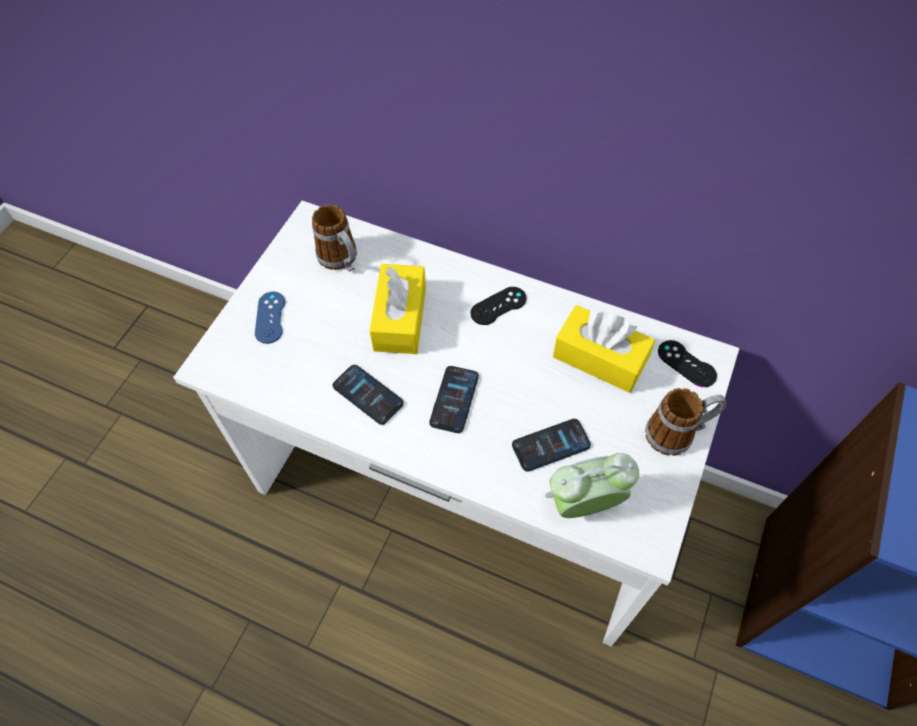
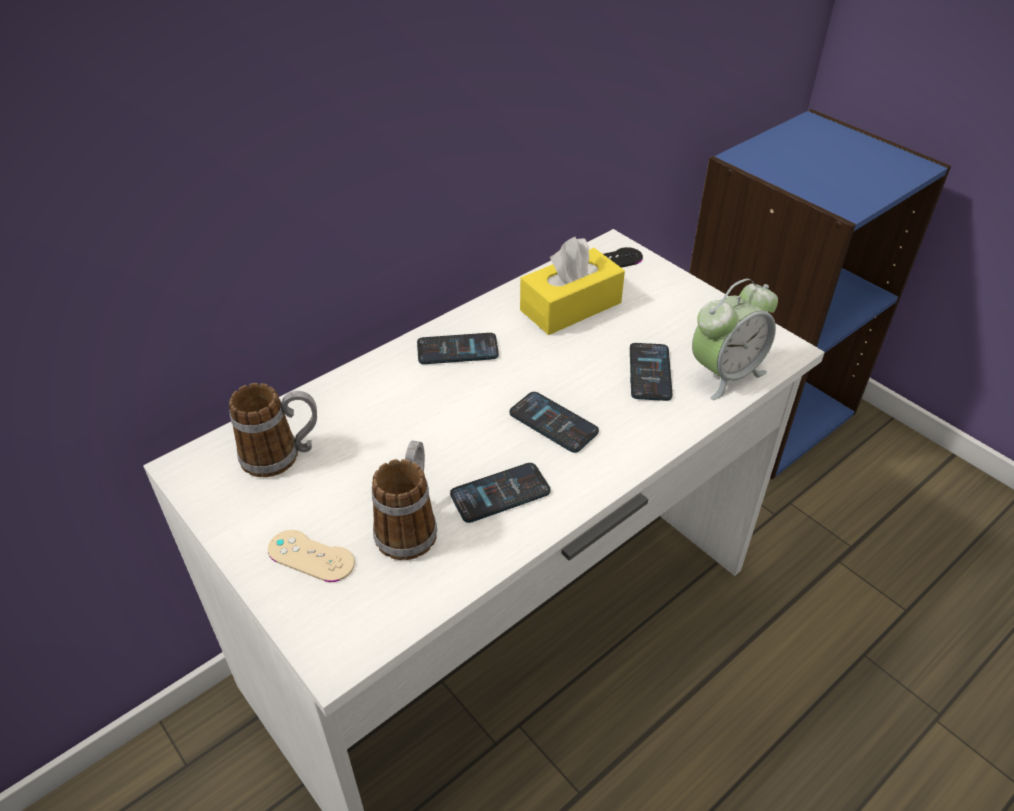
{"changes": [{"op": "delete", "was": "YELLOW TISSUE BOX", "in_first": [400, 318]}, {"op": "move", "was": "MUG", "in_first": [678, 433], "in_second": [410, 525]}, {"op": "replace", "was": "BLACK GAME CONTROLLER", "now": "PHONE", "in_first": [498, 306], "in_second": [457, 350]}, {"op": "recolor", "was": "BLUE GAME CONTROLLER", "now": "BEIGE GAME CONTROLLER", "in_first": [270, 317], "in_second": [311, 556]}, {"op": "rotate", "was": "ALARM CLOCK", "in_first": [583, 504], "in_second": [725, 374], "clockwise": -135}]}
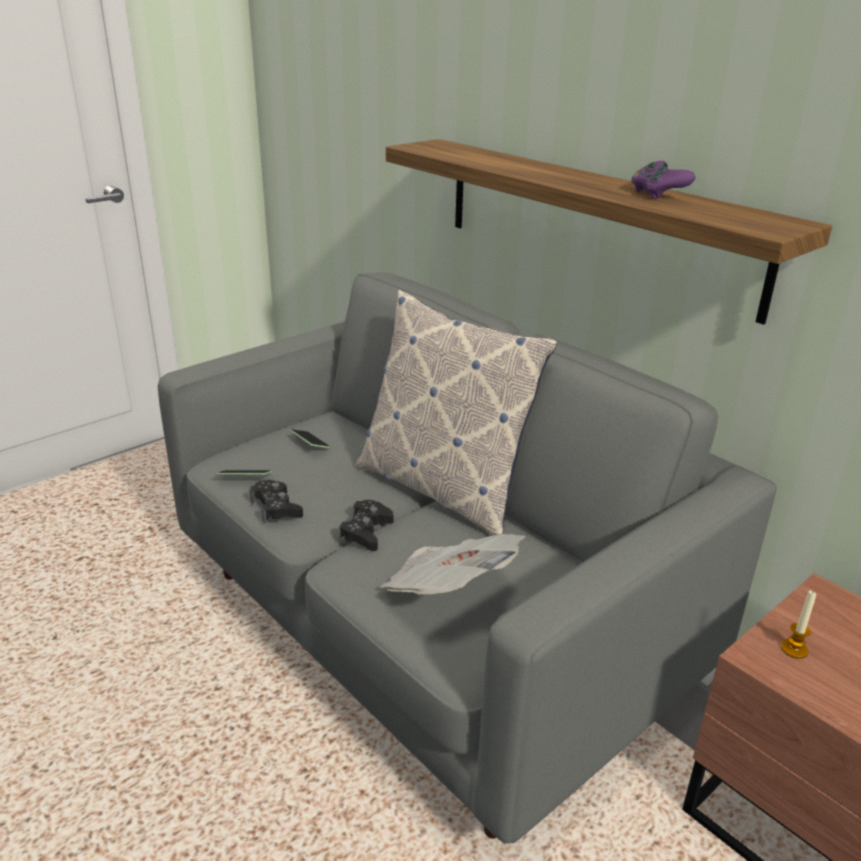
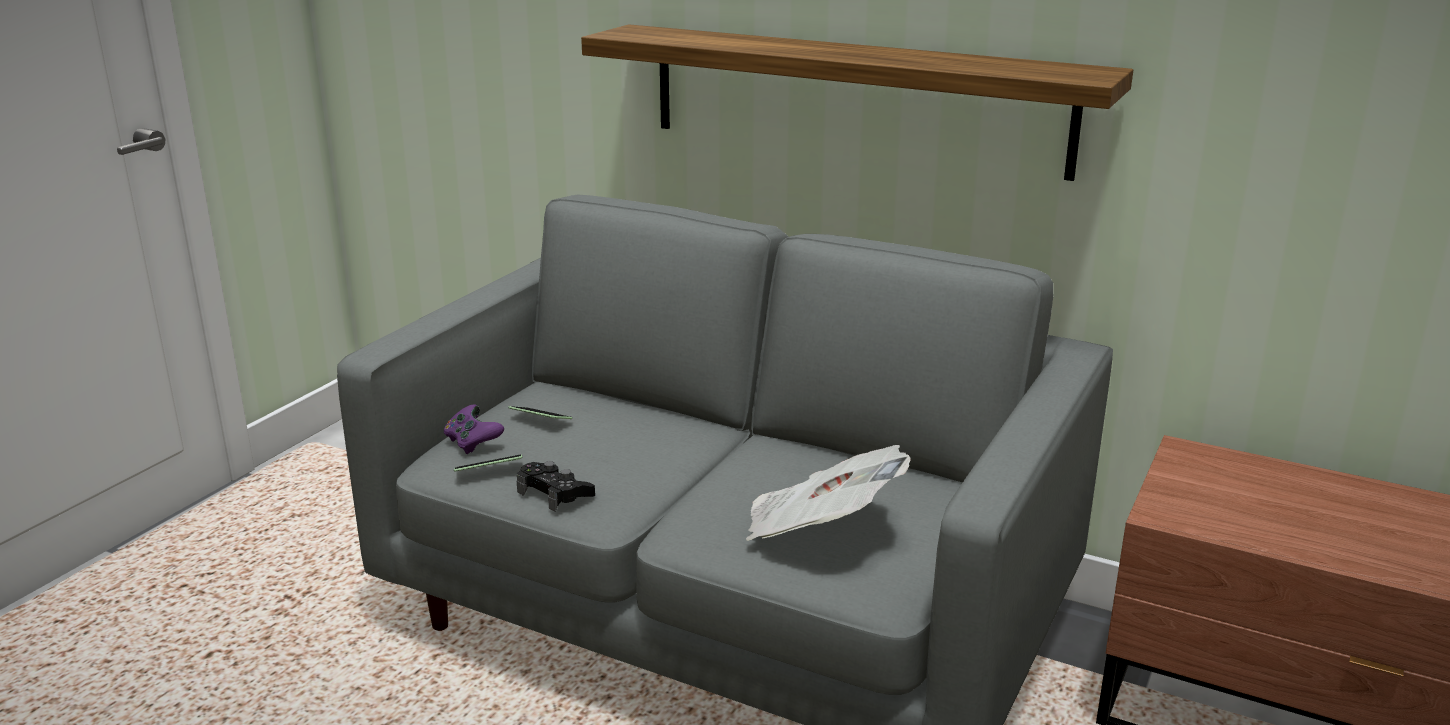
{"changes": [{"op": "delete", "was": "BLACK GAME CONTROLLER", "in_first": [366, 531]}, {"op": "delete", "was": "PILLOW", "in_first": [444, 489]}, {"op": "delete", "was": "CANDLE", "in_first": [794, 649]}, {"op": "move", "was": "PURPLE GAME CONTROLLER", "in_first": [657, 194], "in_second": [472, 443]}]}
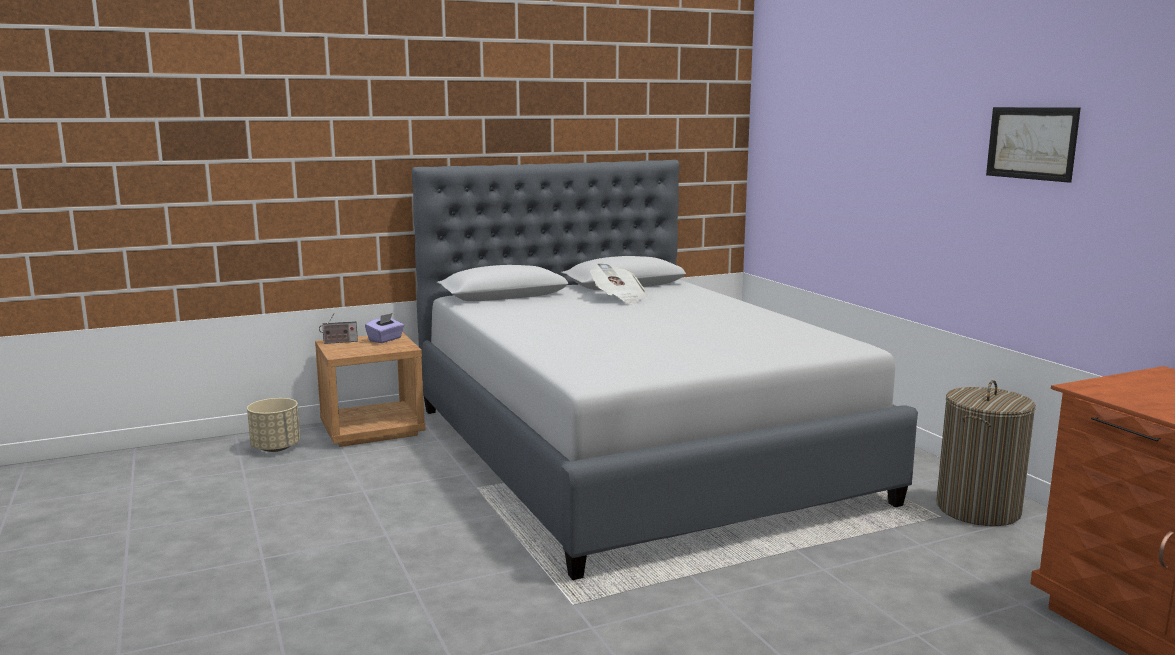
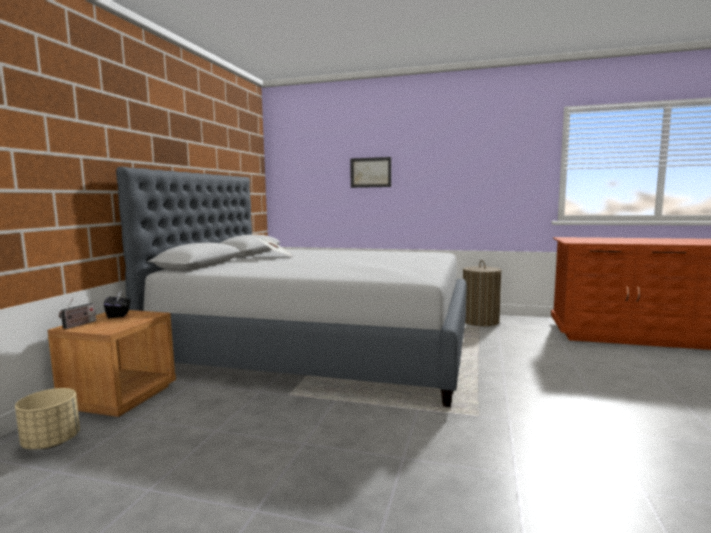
{"changes": [{"op": "move", "was": "PICTURE", "in_first": [1031, 143], "in_second": [370, 172]}, {"op": "recolor", "was": "PURPLE TISSUE BOX", "now": "BLACK TISSUE BOX", "in_first": [385, 339], "in_second": [119, 315]}]}
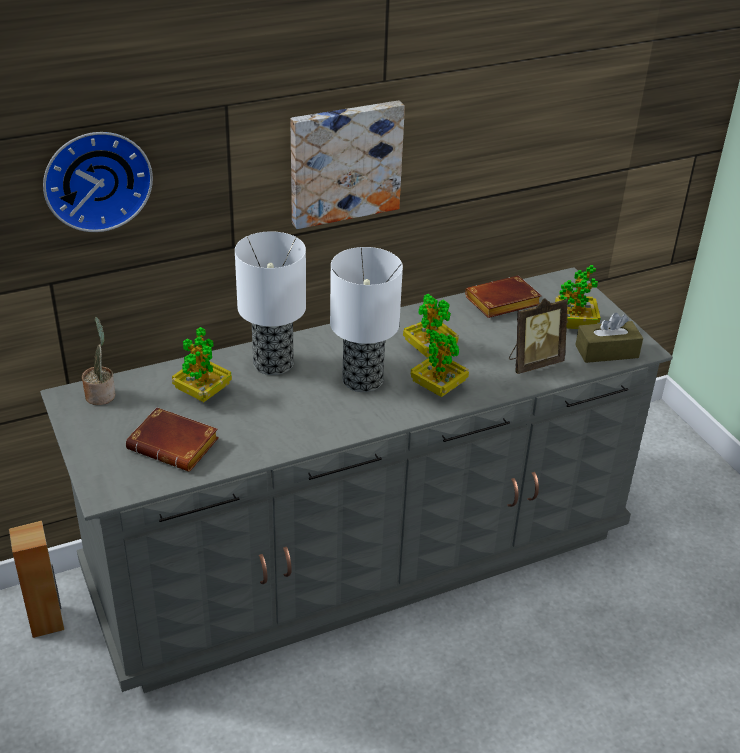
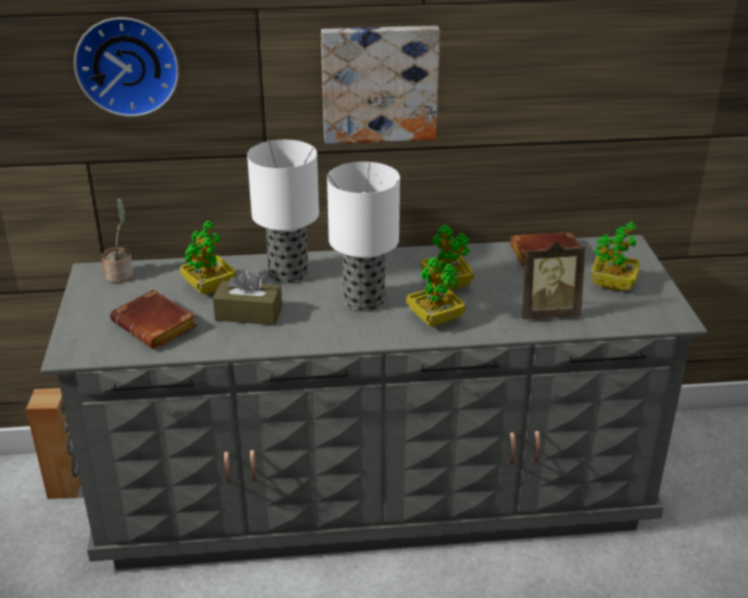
{"changes": [{"op": "move", "was": "BROWN TISSUE BOX", "in_first": [606, 351], "in_second": [248, 314]}]}
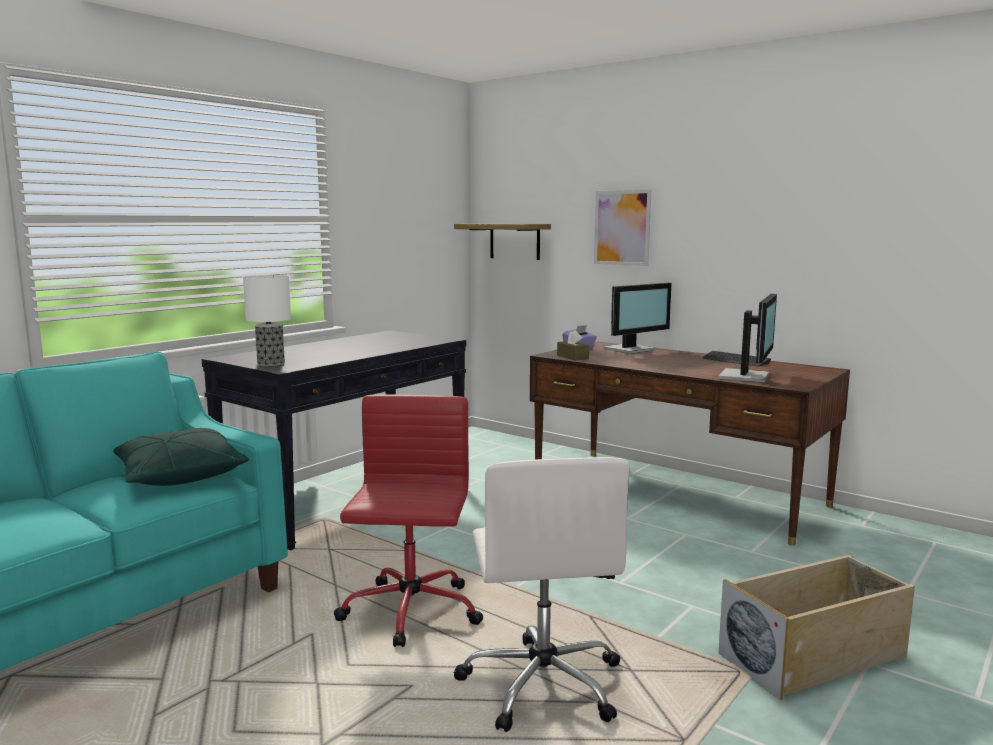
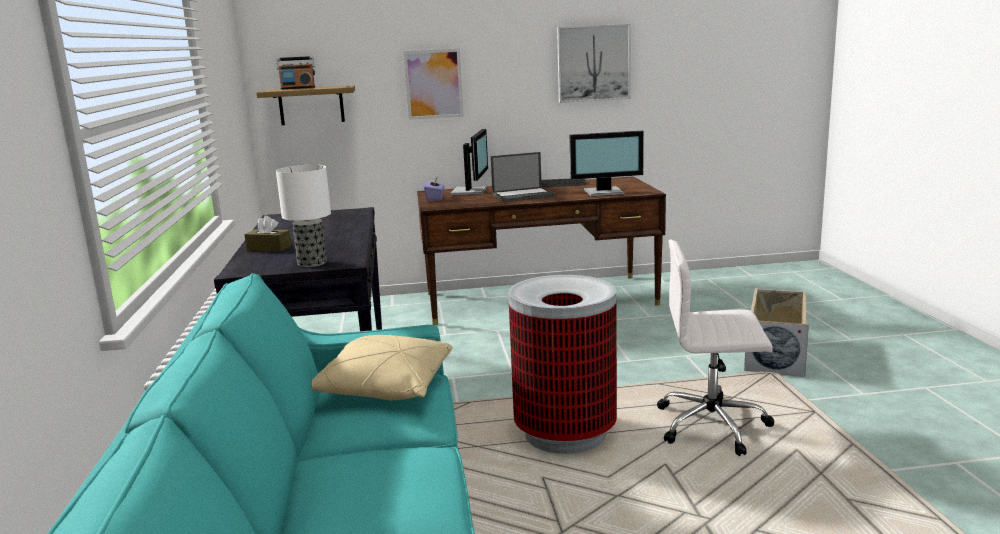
{"changes": [{"op": "insert", "now": "RADIO", "in_second": [298, 88]}, {"op": "insert", "now": "LAPTOP", "in_second": [524, 195]}, {"op": "insert", "now": "PICTURE", "in_second": [593, 63]}, {"op": "move", "was": "BROWN TISSUE BOX", "in_first": [572, 357], "in_second": [269, 248]}, {"op": "replace", "was": "RED OFFICE CHAIR", "now": "TRASH CAN", "in_first": [410, 612], "in_second": [565, 434]}, {"op": "recolor", "was": "GREEN PILLOW", "now": "BEIGE PILLOW", "in_first": [179, 475], "in_second": [384, 388]}, {"op": "rotate", "was": "WHITE OFFICE CHAIR", "in_first": [542, 683], "in_second": [713, 425], "clockwise": 150}, {"op": "rotate", "was": "MONITOR", "in_first": [747, 376], "in_second": [604, 192], "clockwise": 105}]}
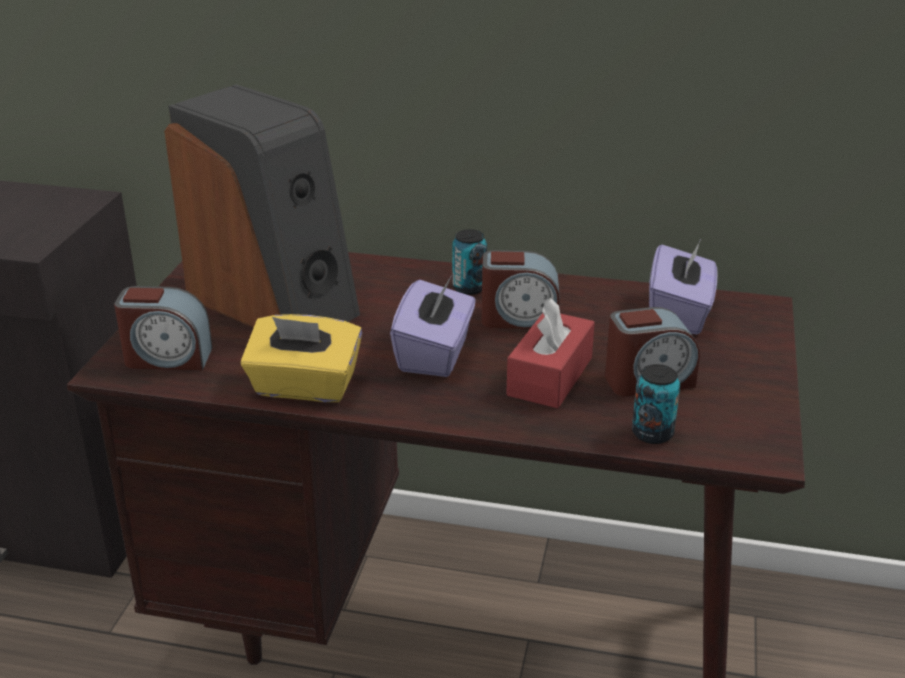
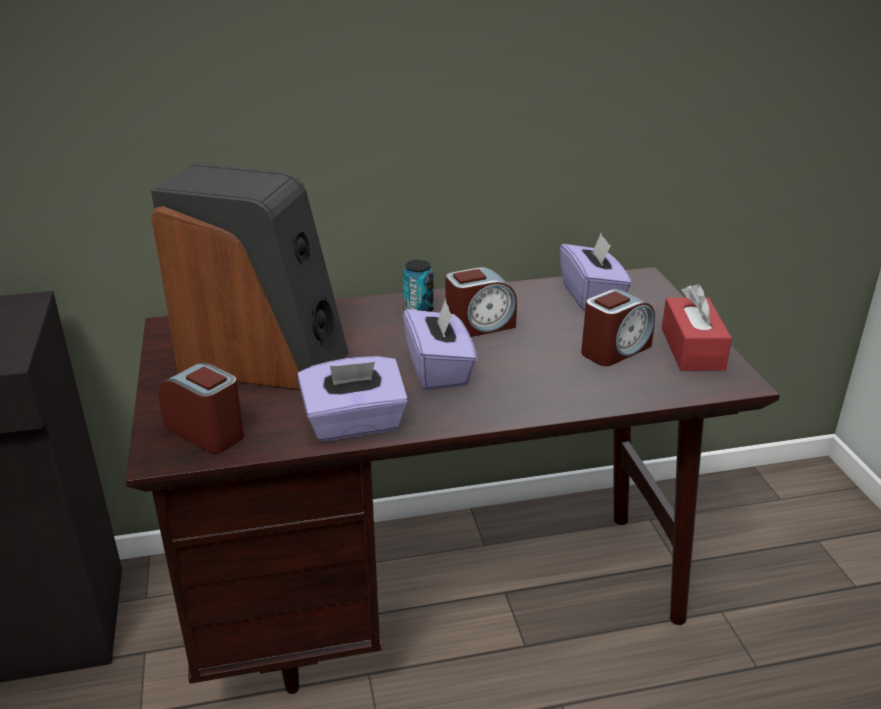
{"changes": [{"op": "delete", "was": "CAN", "in_first": [652, 433]}, {"op": "move", "was": "RED TISSUE BOX", "in_first": [550, 376], "in_second": [692, 349]}, {"op": "recolor", "was": "YELLOW TISSUE BOX", "now": "PURPLE TISSUE BOX", "in_first": [304, 387], "in_second": [354, 424]}, {"op": "rotate", "was": "ALARM CLOCK", "in_first": [167, 358], "in_second": [206, 431], "clockwise": -120}]}
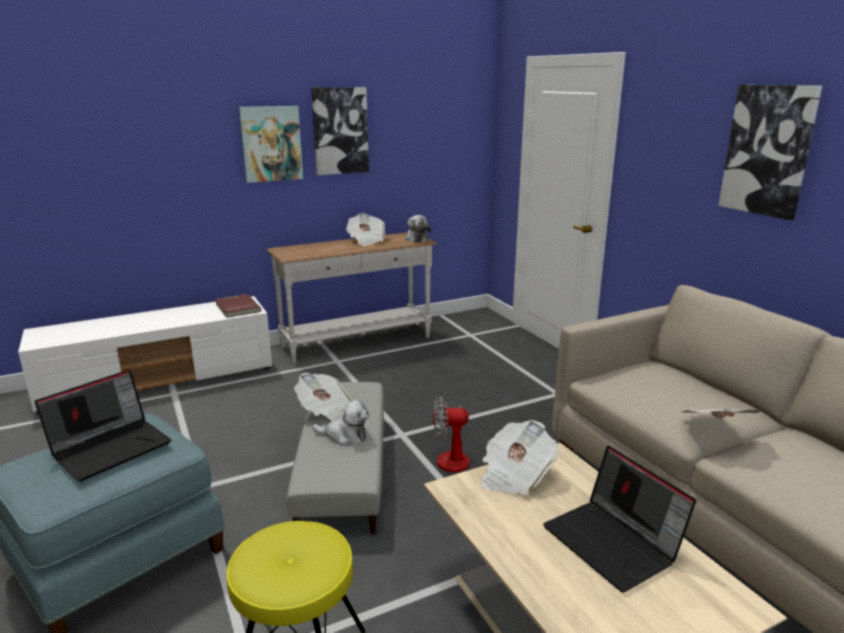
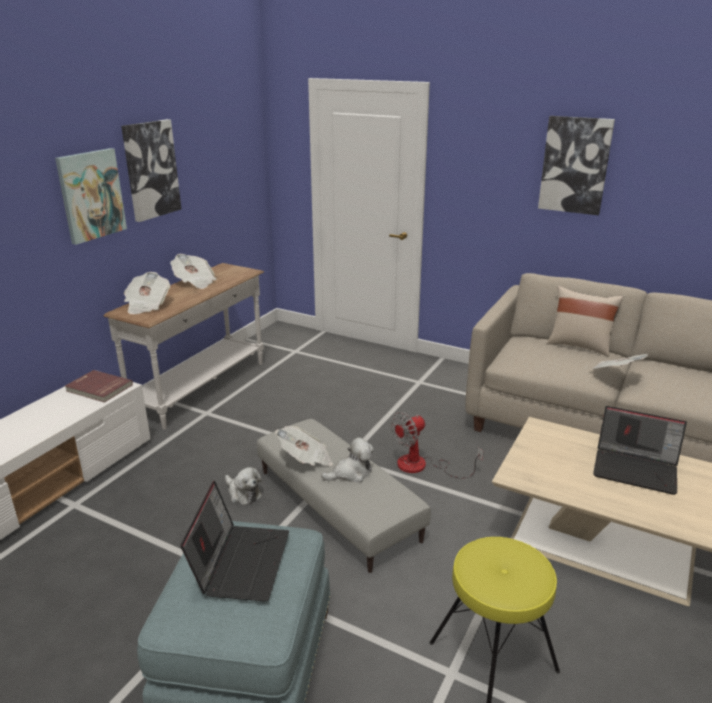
{"changes": [{"op": "insert", "now": "BEIGE PILLOW", "in_second": [579, 346]}, {"op": "move", "was": "PLUSH TOY", "in_first": [416, 239], "in_second": [243, 493]}, {"op": "move", "was": "NEWSPAPER", "in_first": [514, 475], "in_second": [147, 305]}]}
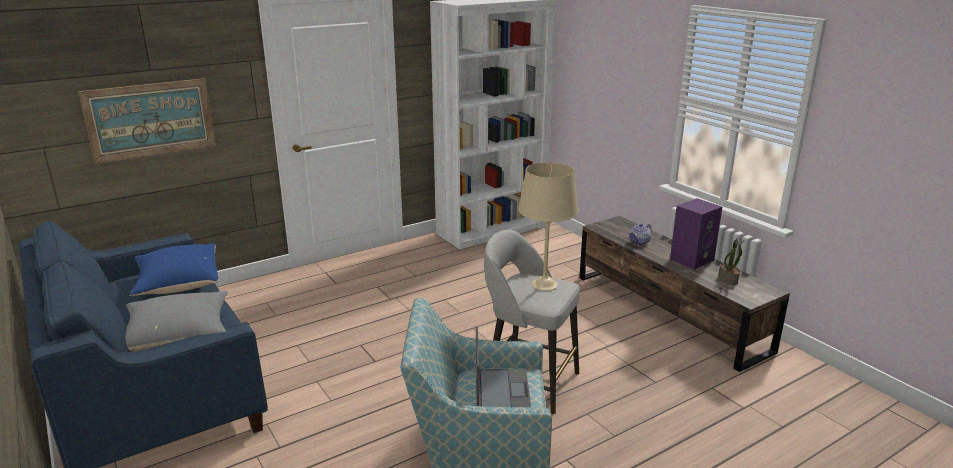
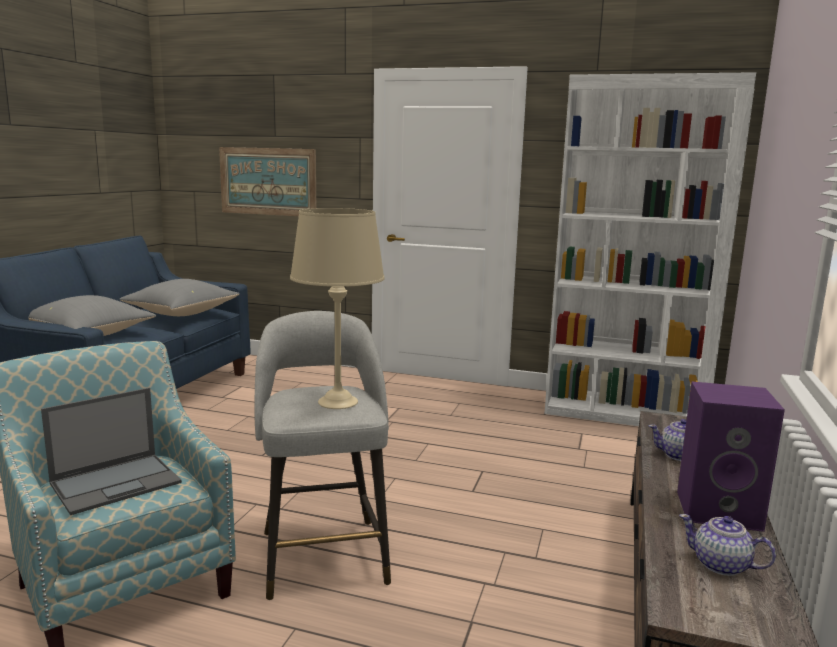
{"changes": [{"op": "replace", "was": "POTTED PLANT", "now": "TEAPOT", "in_first": [728, 279], "in_second": [721, 565]}, {"op": "recolor", "was": "BLUE PILLOW", "now": "GREY PILLOW", "in_first": [178, 284], "in_second": [182, 314]}]}
